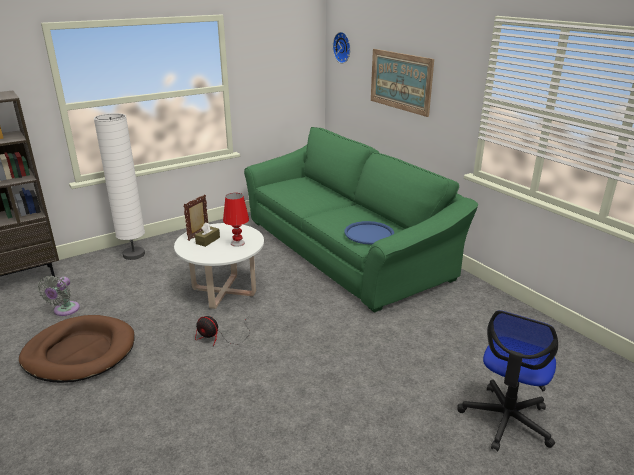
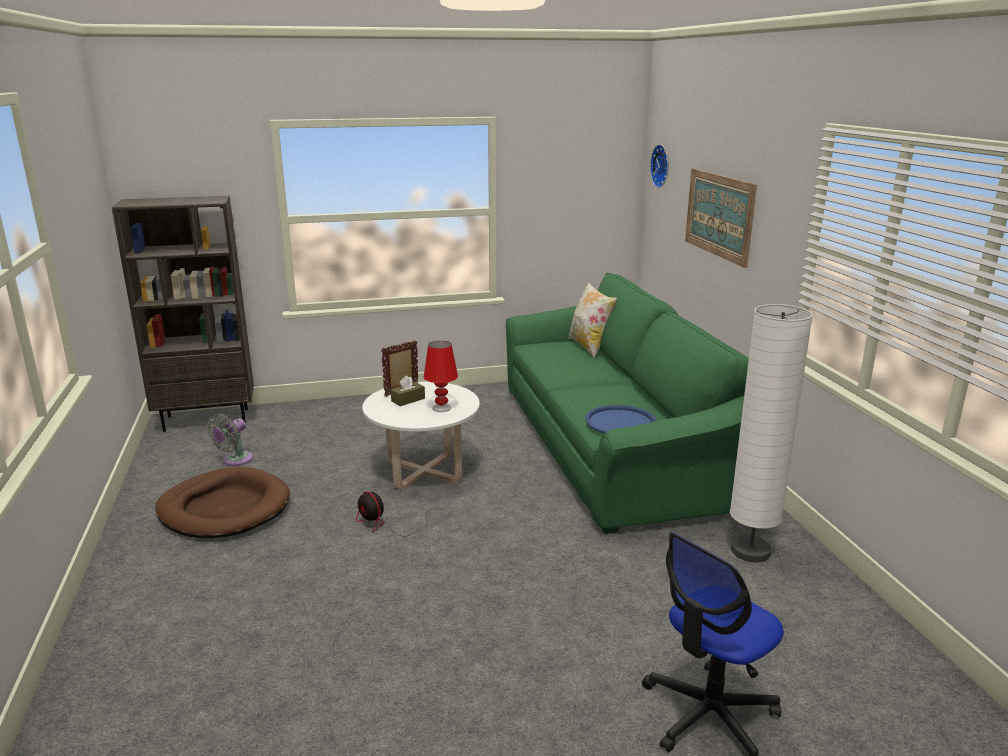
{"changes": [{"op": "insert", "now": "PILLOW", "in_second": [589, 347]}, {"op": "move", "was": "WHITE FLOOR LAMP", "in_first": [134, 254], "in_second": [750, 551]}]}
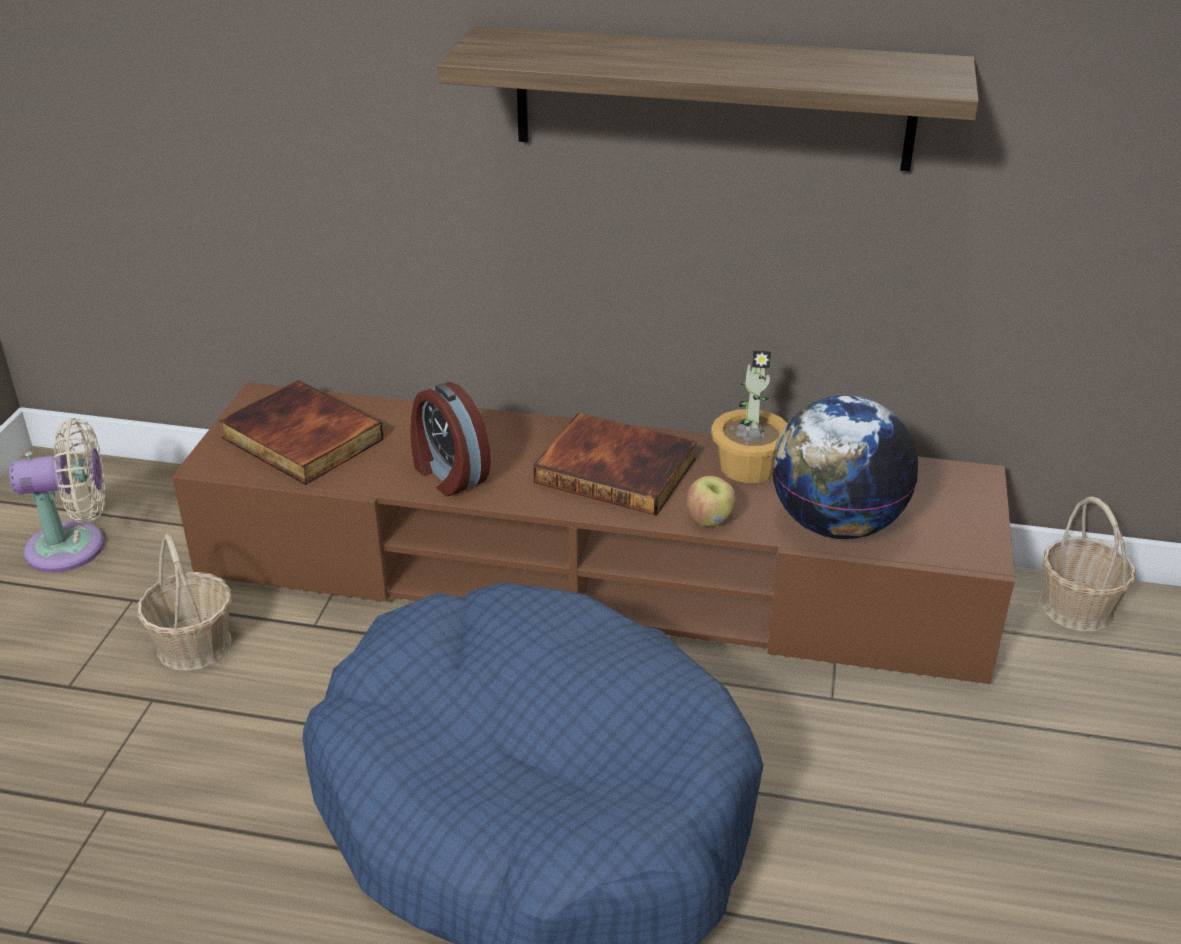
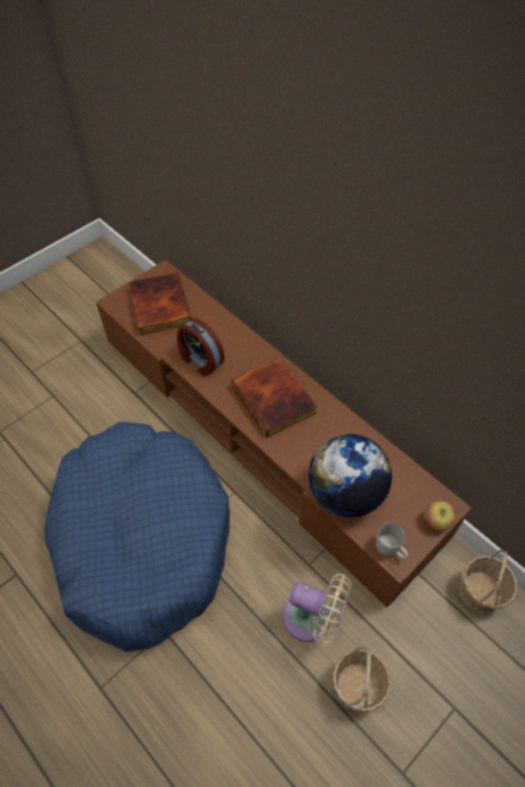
{"changes": [{"op": "delete", "was": "SHELF", "in_first": [713, 98]}, {"op": "delete", "was": "POTTED PLANT", "in_first": [748, 466]}, {"op": "insert", "now": "WHITE MUG", "in_second": [390, 549]}, {"op": "move", "was": "BEIGE FAN", "in_first": [75, 547], "in_second": [312, 619]}, {"op": "move", "was": "BASKET", "in_first": [194, 645], "in_second": [357, 686]}, {"op": "move", "was": "APPLE", "in_first": [710, 520], "in_second": [436, 521]}, {"op": "rotate", "was": "ALARM CLOCK", "in_first": [448, 474], "in_second": [200, 361], "clockwise": -45}]}
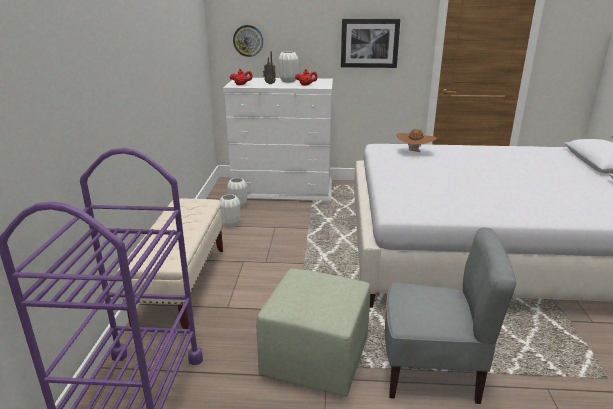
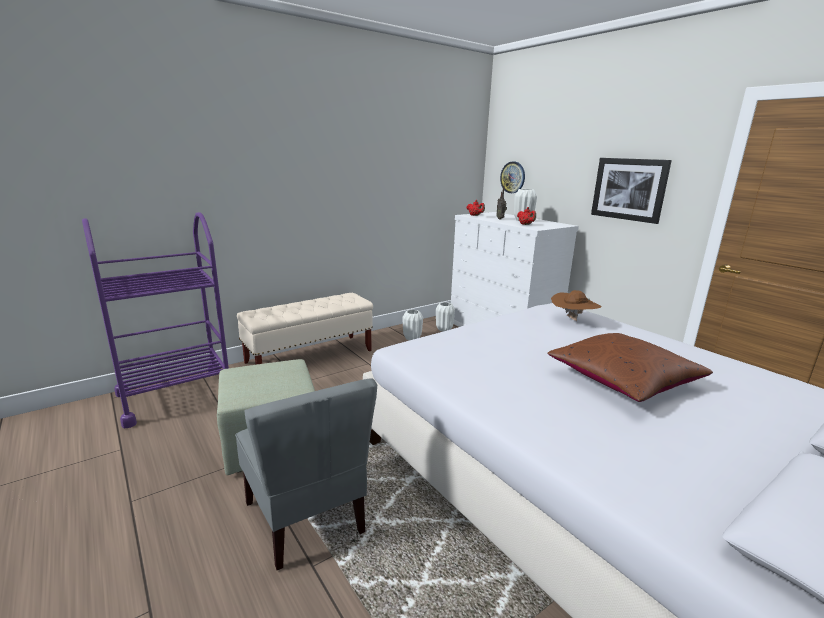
{"changes": [{"op": "insert", "now": "BROWN PILLOW", "in_second": [623, 380]}]}
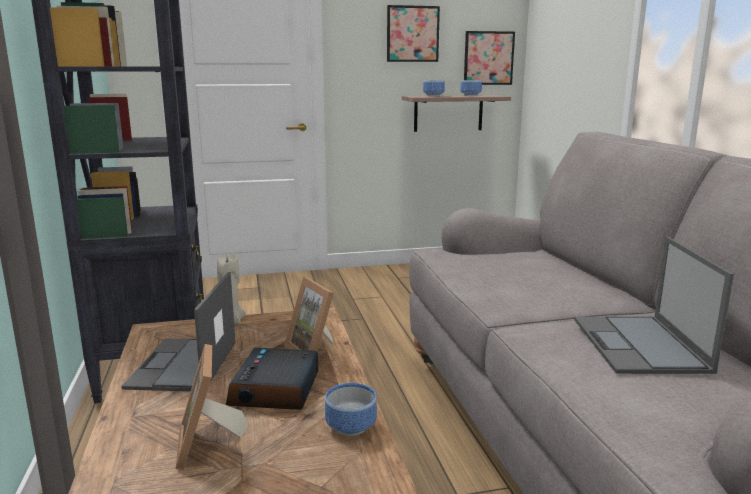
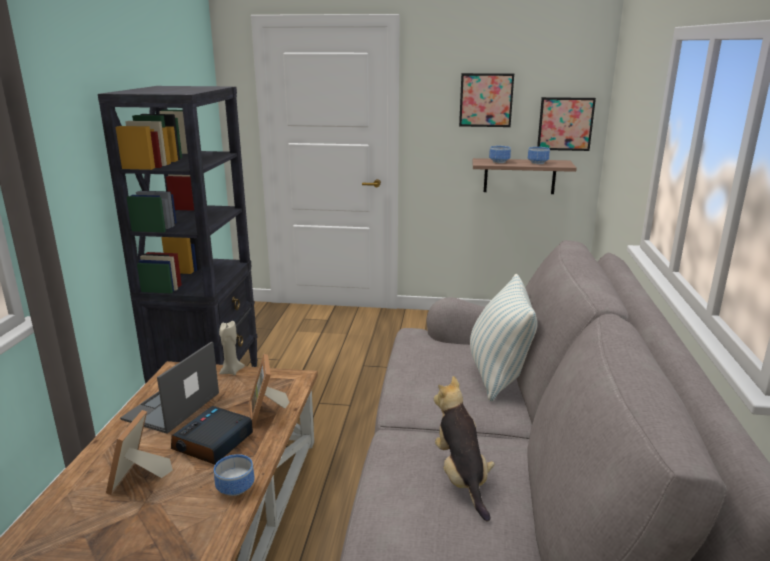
{"changes": [{"op": "insert", "now": "PILLOW", "in_second": [499, 375]}, {"op": "replace", "was": "LAPTOP", "now": "PLUSH TOY", "in_first": [640, 345], "in_second": [461, 477]}]}
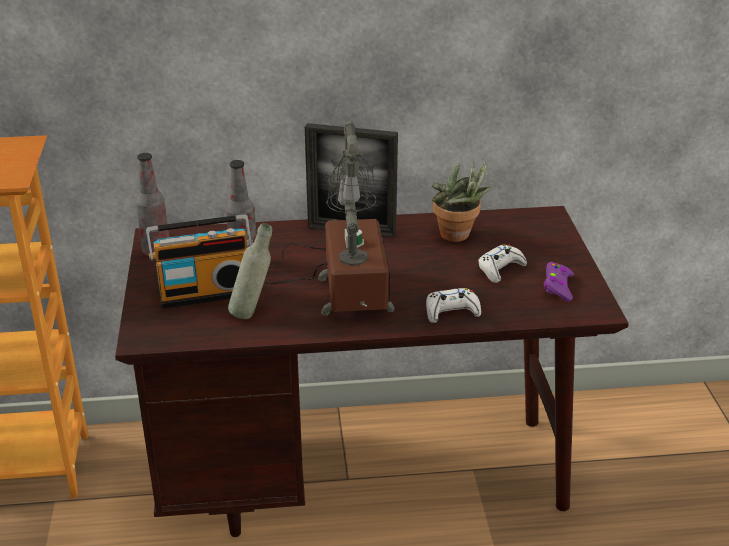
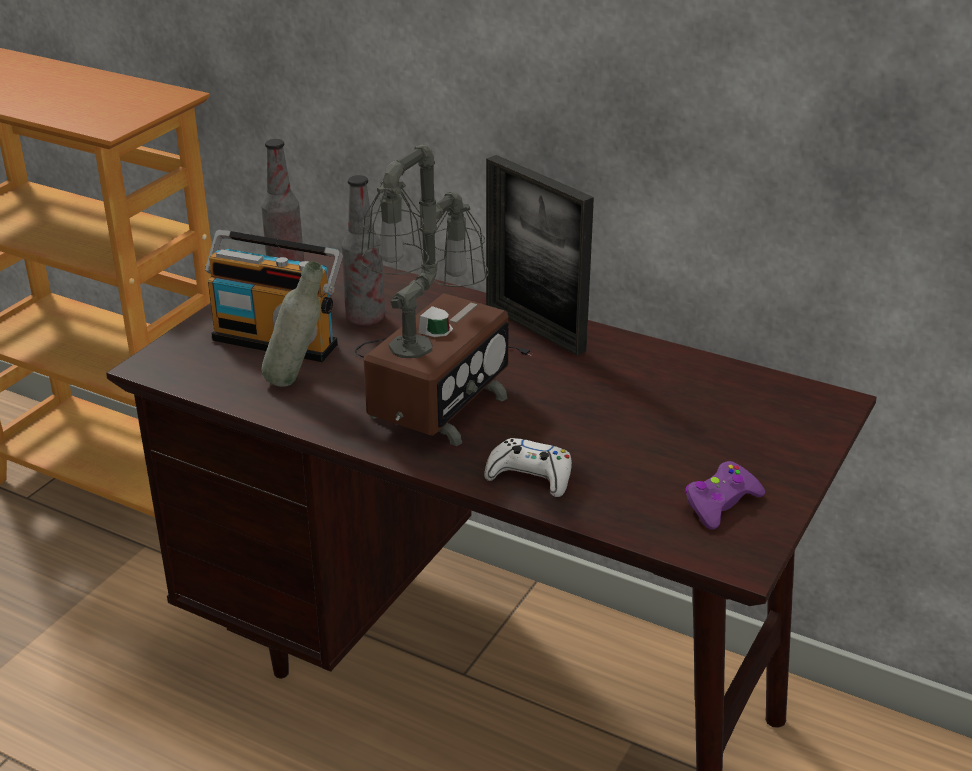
{"changes": [{"op": "delete", "was": "POTTED PLANT", "in_first": [458, 236]}, {"op": "delete", "was": "WHITE GAME CONTROLLER", "in_first": [500, 269]}]}
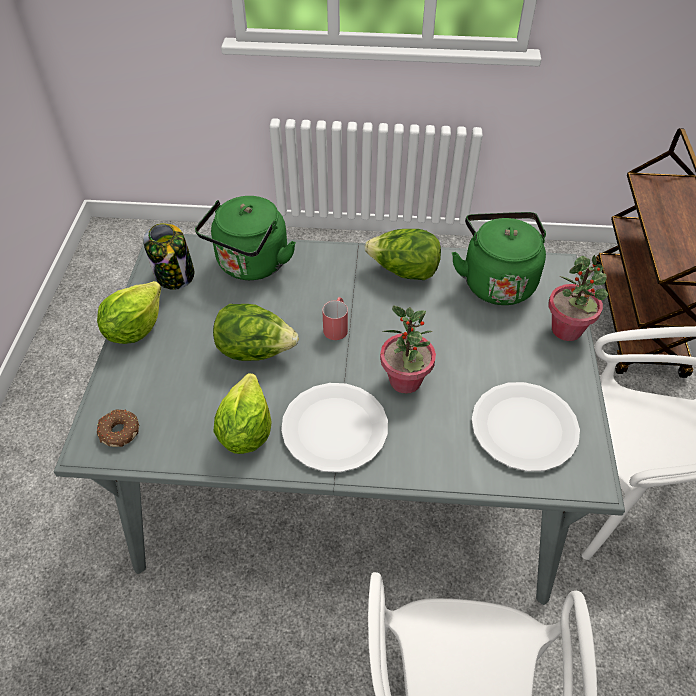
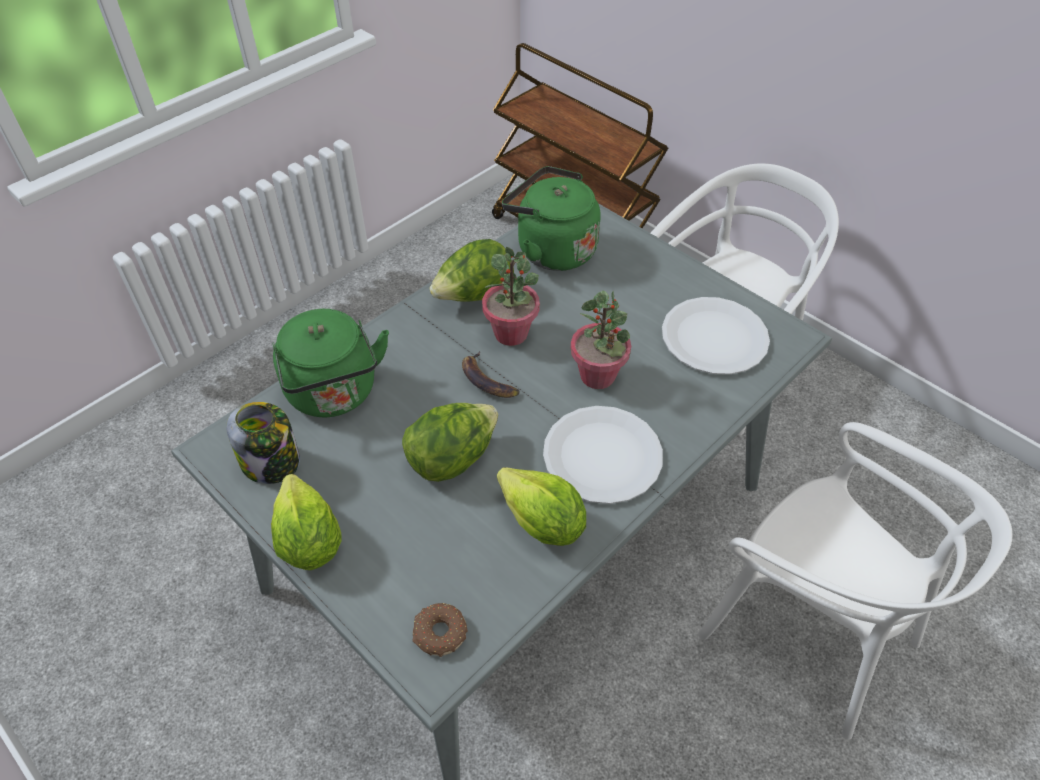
{"changes": [{"op": "move", "was": "POTTED PLANT", "in_first": [567, 330], "in_second": [511, 333]}, {"op": "replace", "was": "RED MUG", "now": "BANANA", "in_first": [336, 326], "in_second": [487, 380]}]}
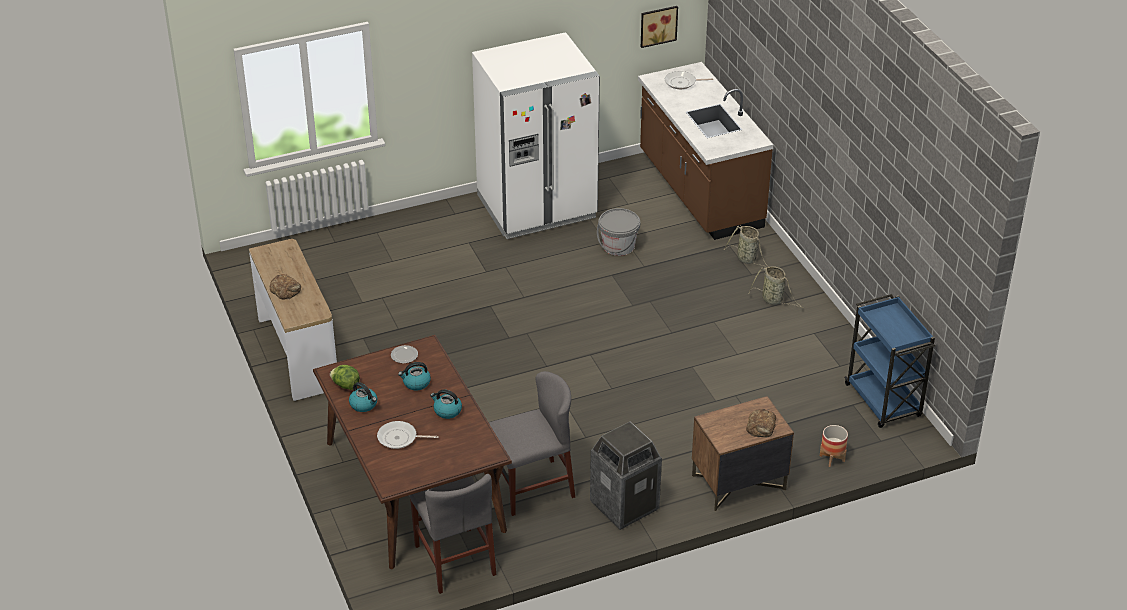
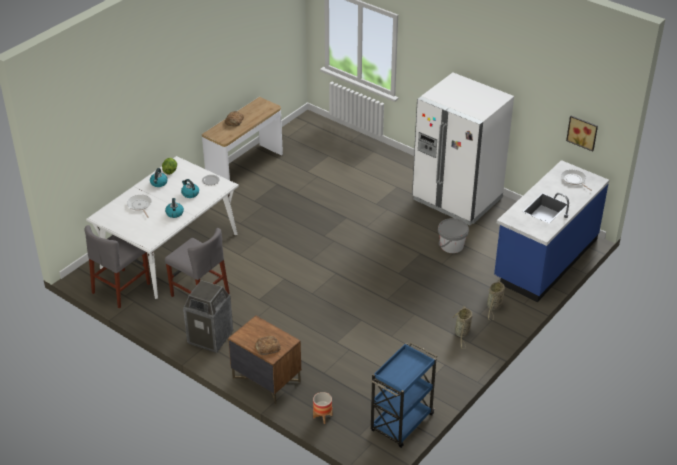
{"changes": [{"op": "recolor", "was": "BROWN DINING TABLE", "now": "WHITE DINING TABLE", "in_first": [415, 487], "in_second": [169, 251]}, {"op": "recolor", "was": "BROWN COUNTER", "now": "BLUE COUNTER", "in_first": [699, 191], "in_second": [545, 259]}]}
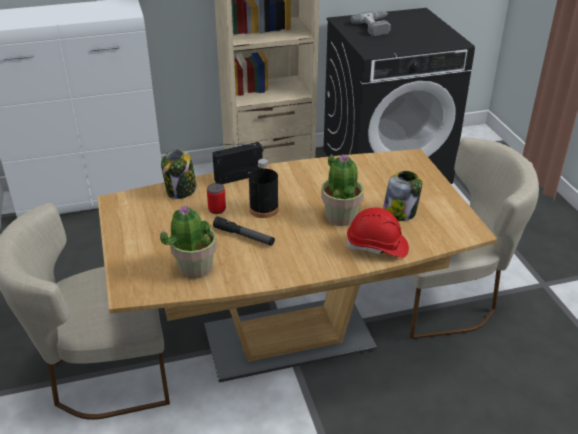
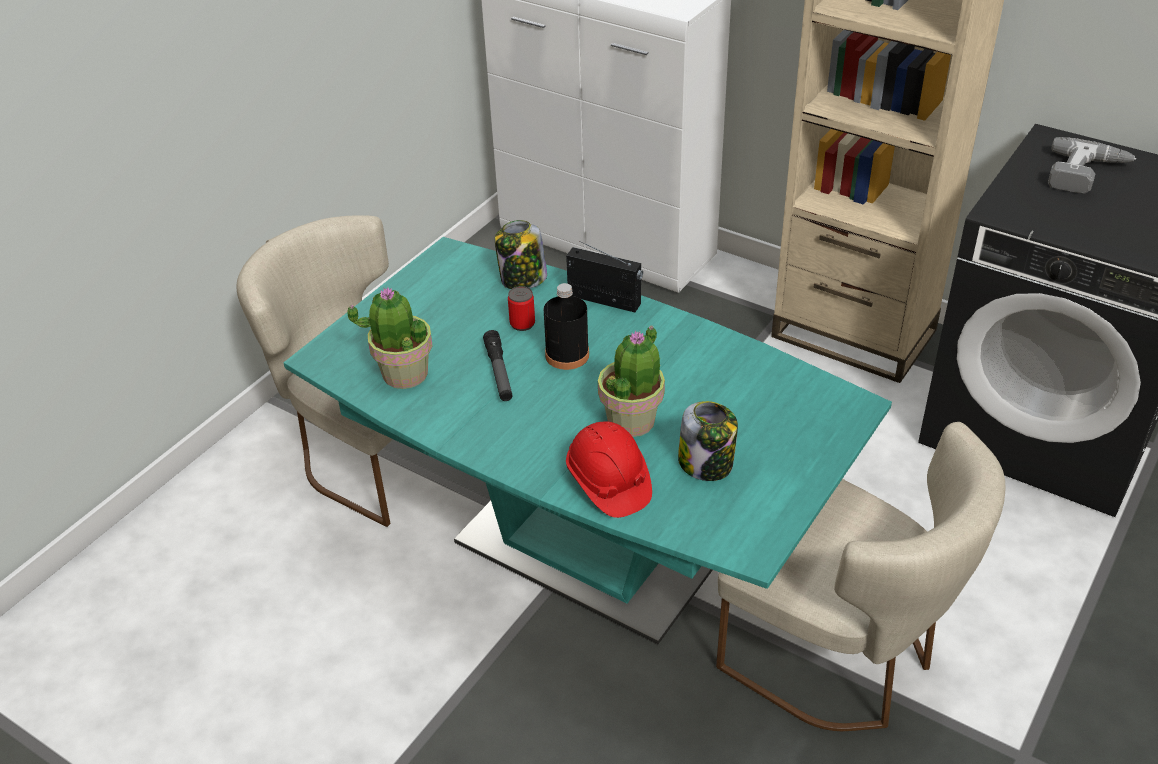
{"changes": [{"op": "recolor", "was": "BROWN DINING TABLE", "now": "TURQUOISE DINING TABLE", "in_first": [288, 338], "in_second": [584, 553]}]}
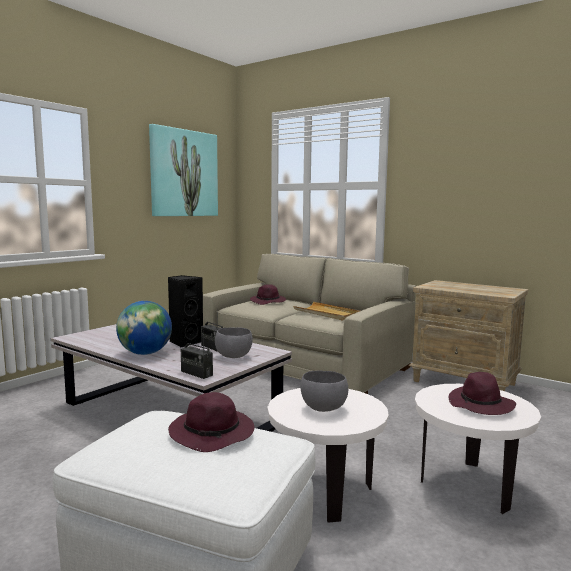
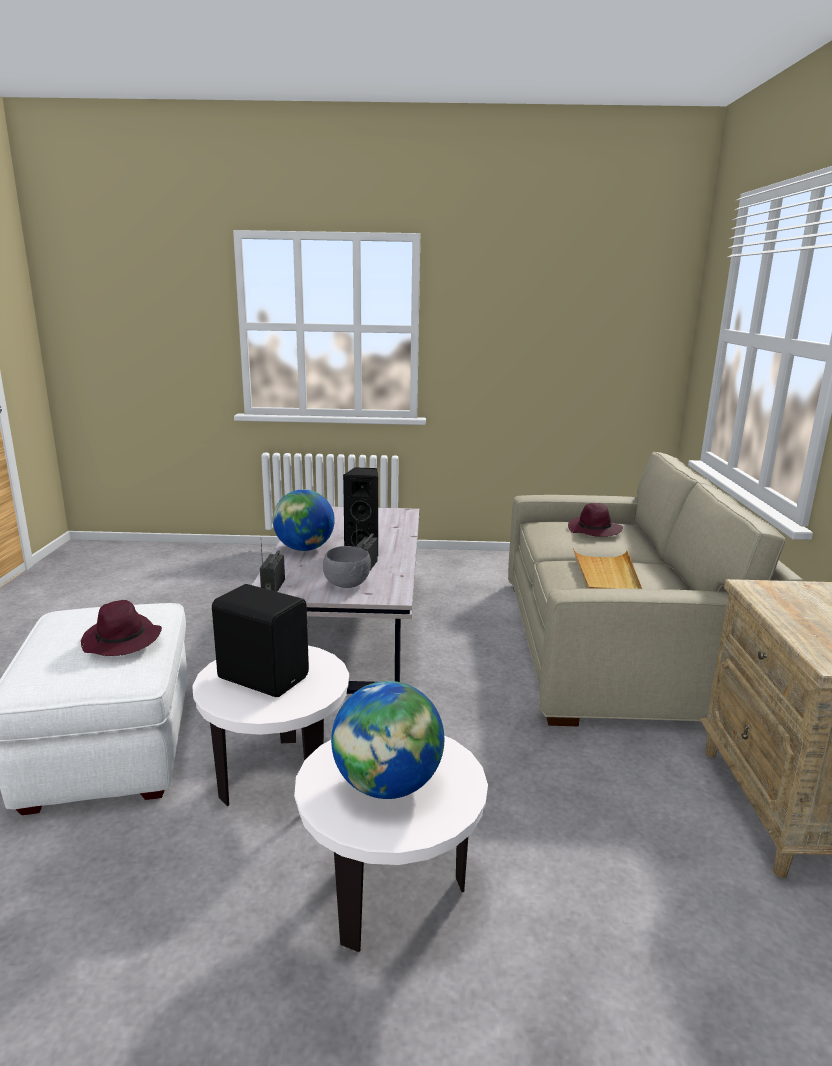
{"changes": [{"op": "delete", "was": "PICTURE", "in_first": [183, 173]}, {"op": "replace", "was": "GREY BOWL", "now": "BLACK SPEAKER", "in_first": [322, 408], "in_second": [264, 676]}, {"op": "replace", "was": "PURPLE HAT", "now": "GLOBE", "in_first": [481, 405], "in_second": [388, 785]}]}
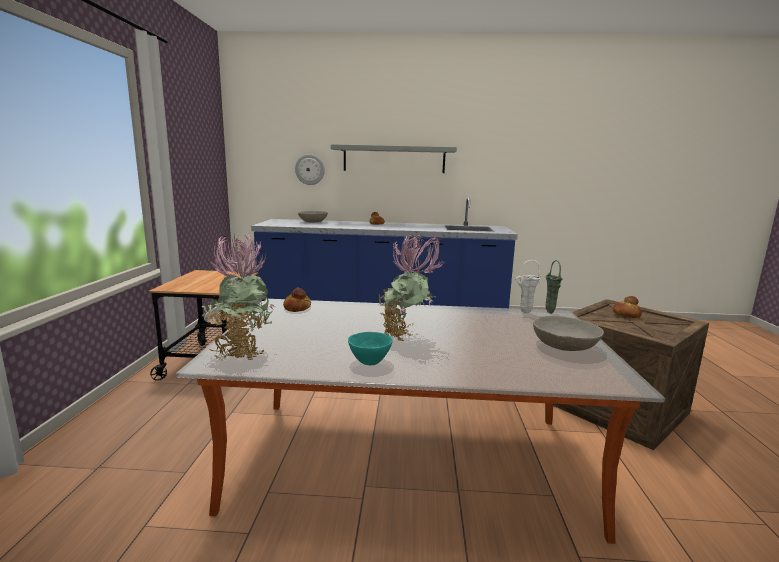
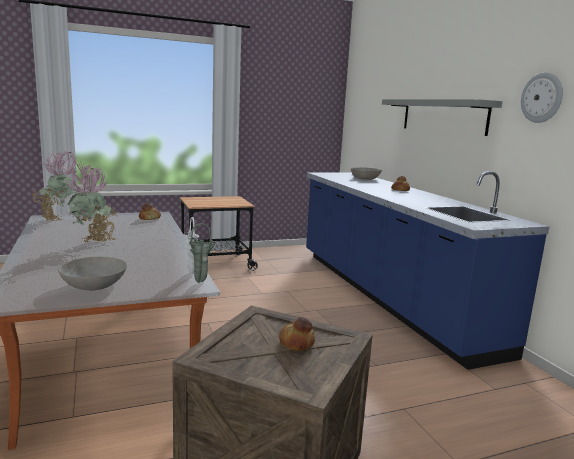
{"changes": [{"op": "delete", "was": "TURQUOISE BOWL", "in_first": [369, 362]}, {"op": "move", "was": "WALL CLOCK", "in_first": [310, 169], "in_second": [542, 98]}]}
